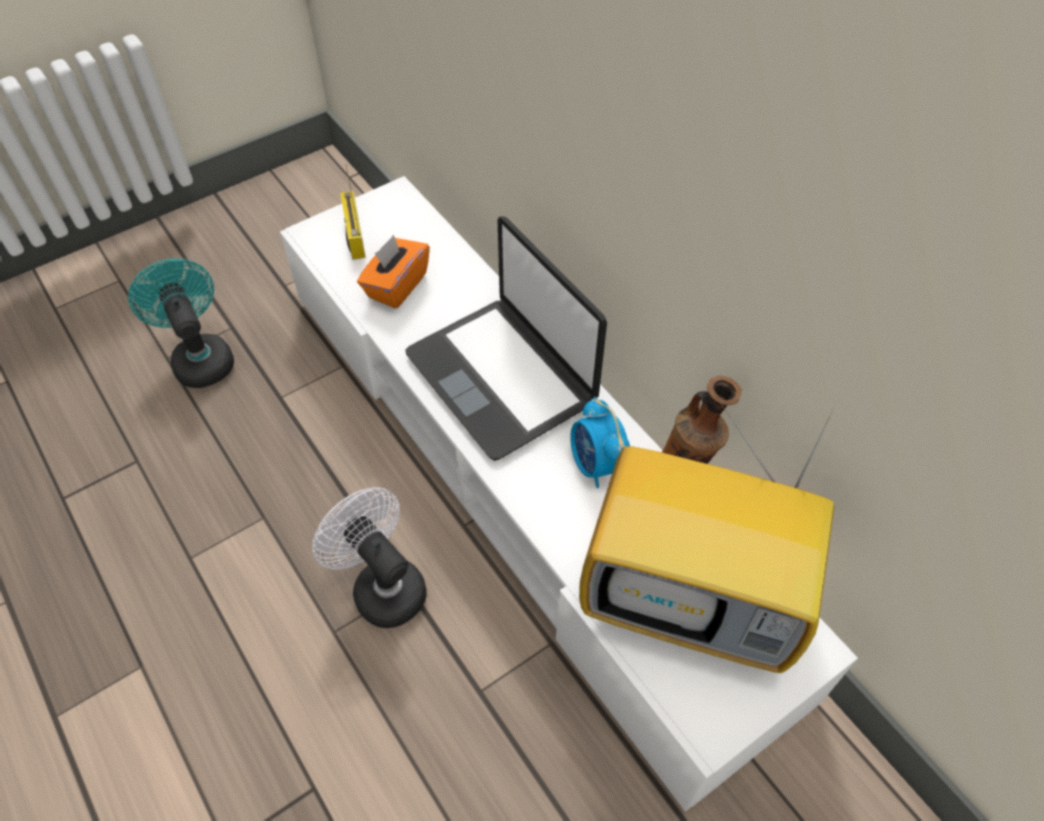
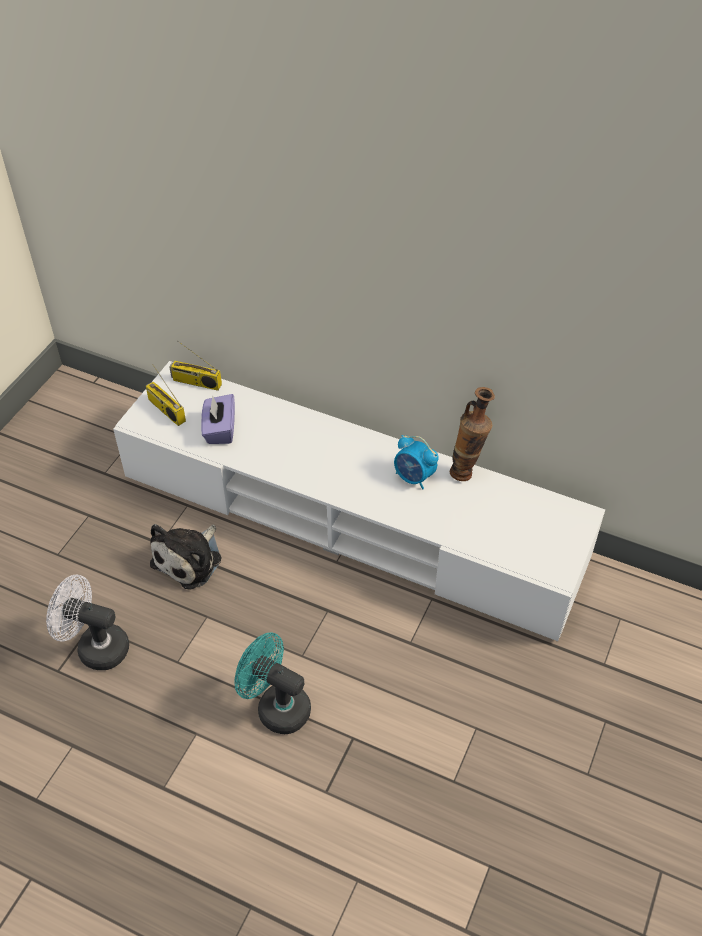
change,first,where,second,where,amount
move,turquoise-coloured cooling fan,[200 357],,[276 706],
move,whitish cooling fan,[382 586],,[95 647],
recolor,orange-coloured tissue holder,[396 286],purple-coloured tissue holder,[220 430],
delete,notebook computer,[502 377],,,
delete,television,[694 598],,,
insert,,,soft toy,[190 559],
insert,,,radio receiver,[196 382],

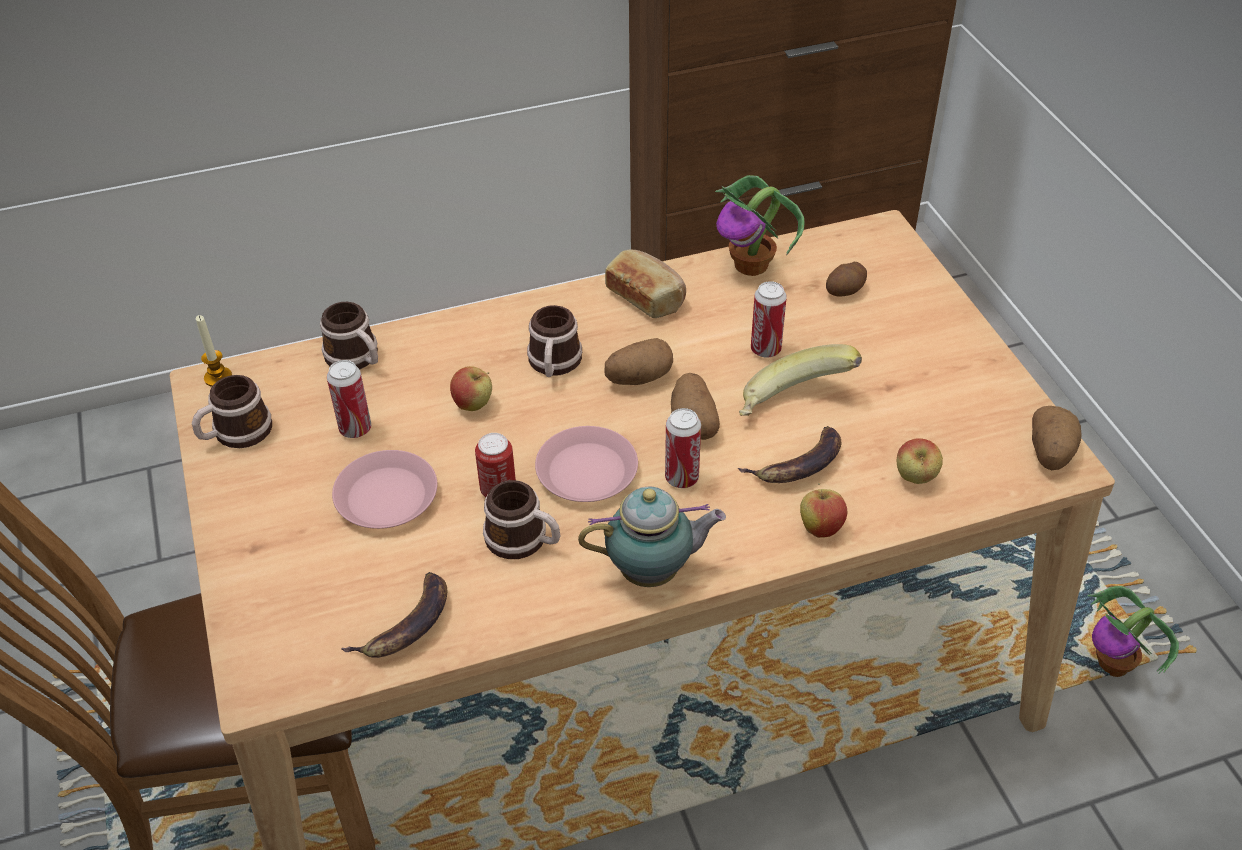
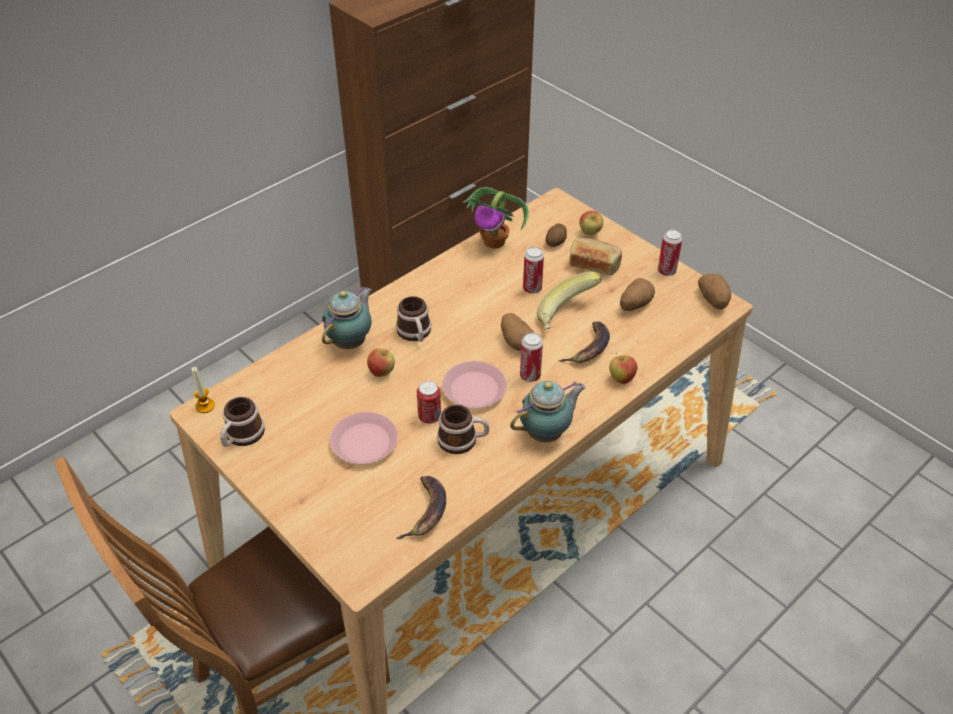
change,first,where,second,where,amount
delete,mug,[356 359],,,
move,sealed can,[355 429],,[666 271],
move,bakery bread,[646 297],,[594 264],
move,potato,[639 378],,[634 304],
move,apple fruit,[915 478],,[590 233],
delete,houseplant,[1114 664],,,
insert,,,tea pot,[351 341],

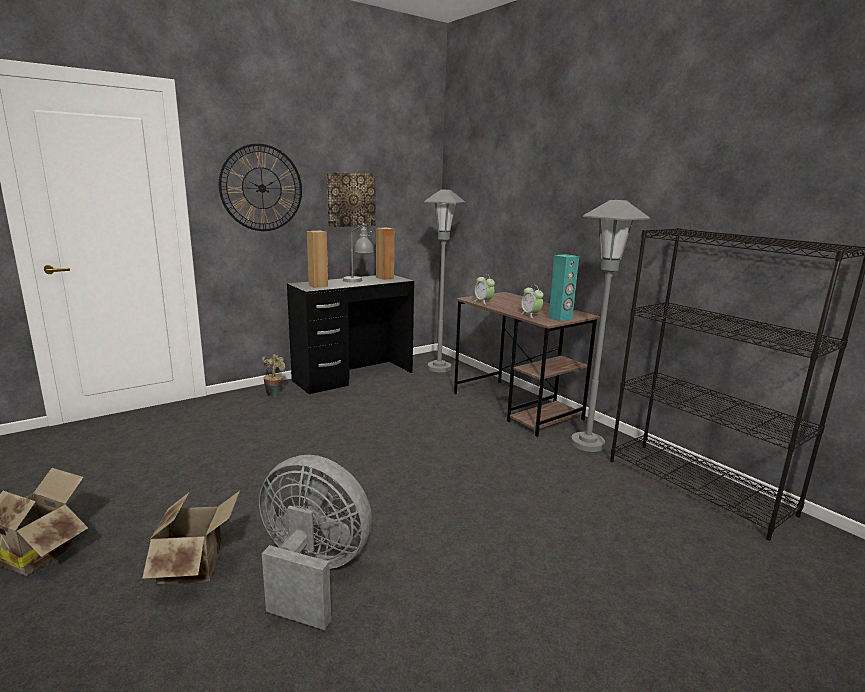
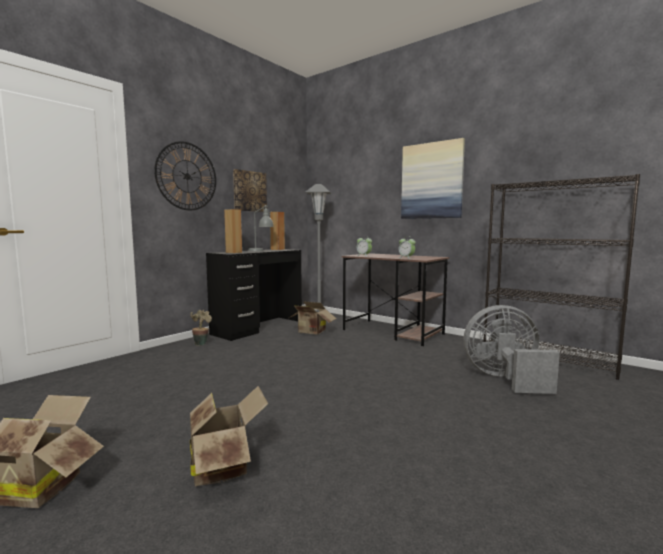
change,first,where,second,where,amount
move,grey cooling fan,[312 573],,[505 379],
delete,turquoise-coloured audio speaker,[560 318],,,
delete,grey standard lamp,[587 444],,,
insert,,,cardboard box,[311 332],
insert,,,picture,[432 181],

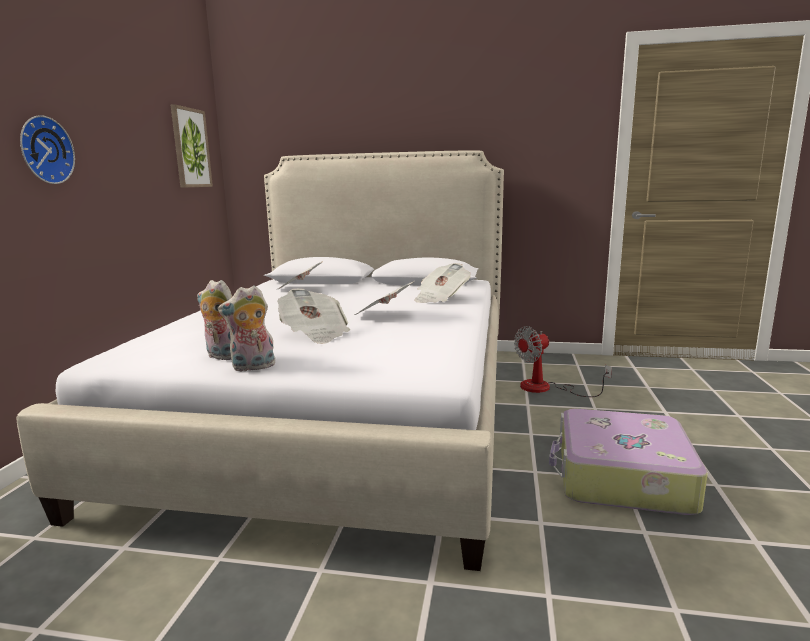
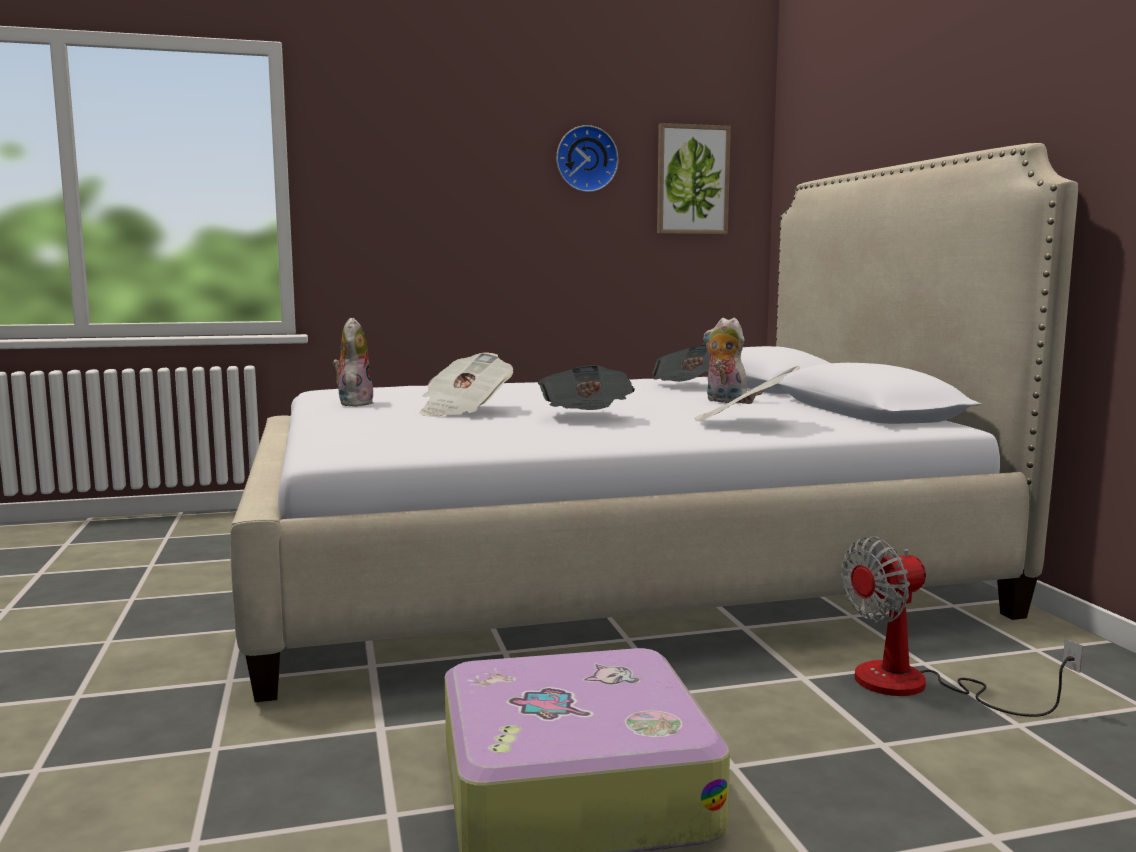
change,first,where,second,where,amount
move,clock on the wall,[44 150],,[586 159],
move,soft toy,[253 367],,[723 401],
rotate,cooling fan,[546 388],,[918 686],60 degrees counterclockwise

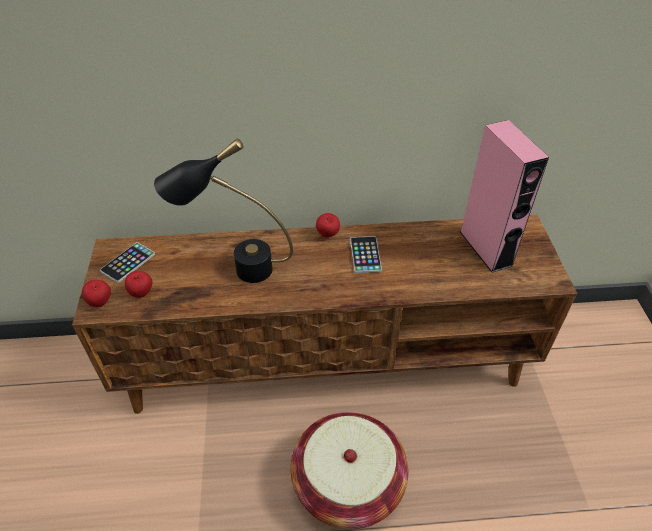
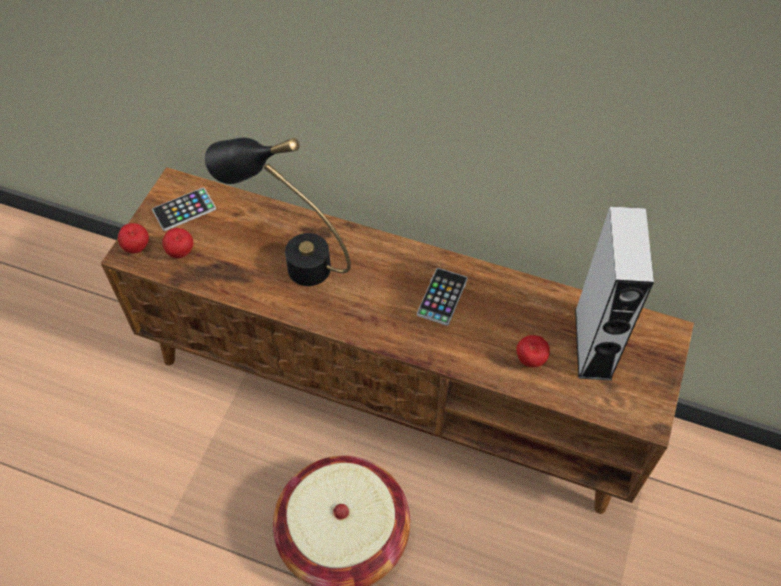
change,first,where,second,where,amount
move,apple fruit,[327 235],,[530 361],
recolor,pink audio speaker,[485 248],grey audio speaker,[593 343],

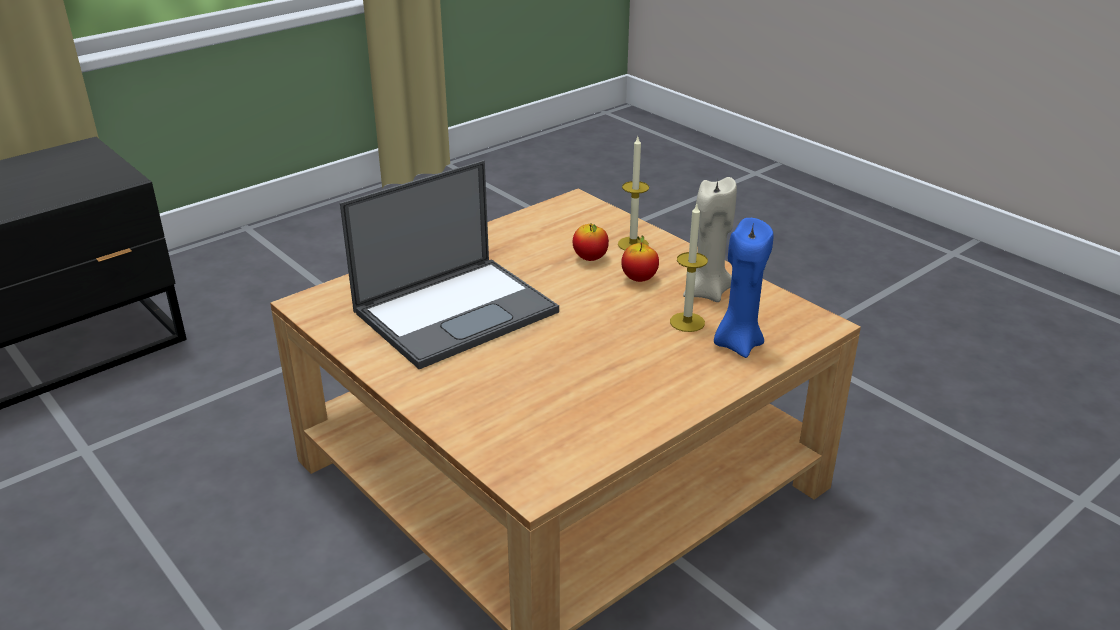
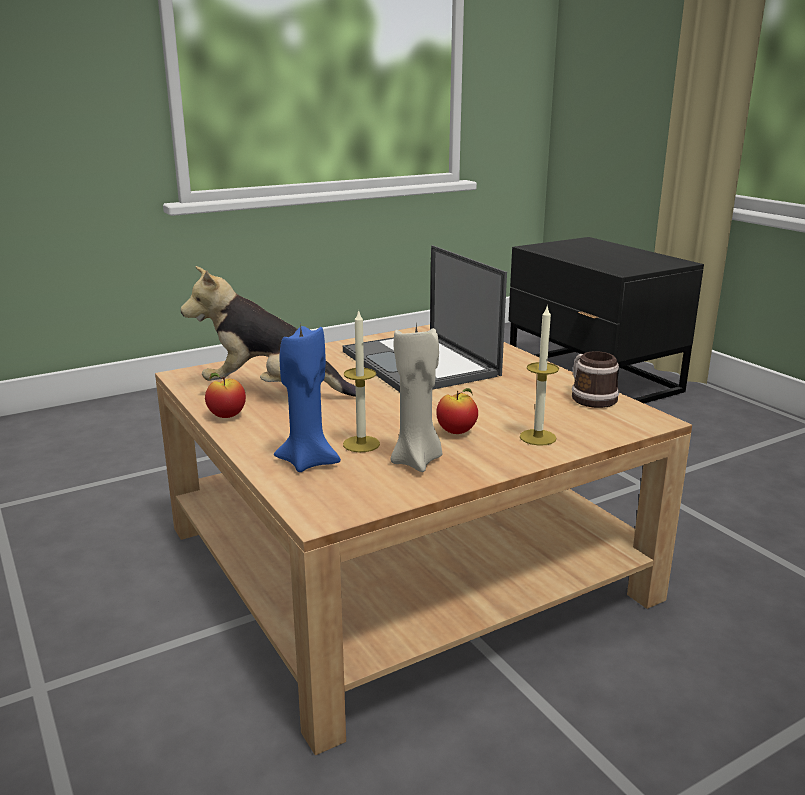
change,first,where,second,where,amount
move,apple fruit,[590 258],,[227 416],
insert,,,soft toy,[271 393],
insert,,,mug,[590 397],

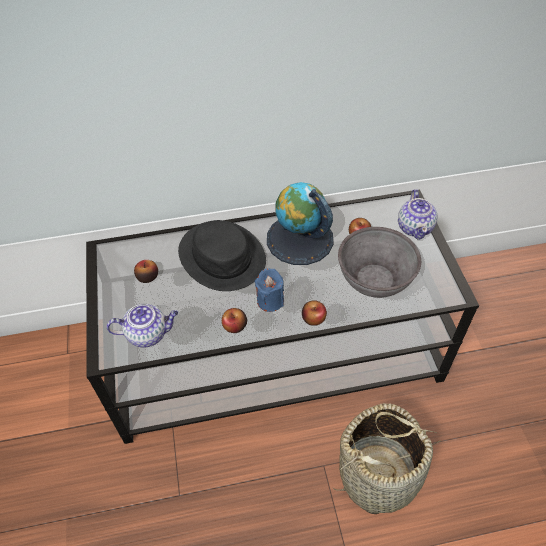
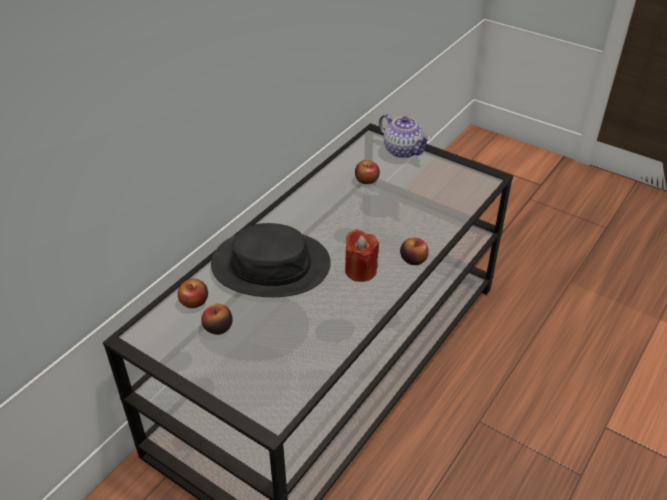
change,first,where,second,where,amount
delete,tea pot,[148 334],,,
move,apple fruit,[235 326],,[194 301],
recolor,bluish wax candle,[270 300],reddish wax candle,[360 271],
delete,desk globe,[299 239],,,
delete,basket,[379 474],,,
delete,grey bowl,[374 279],,,

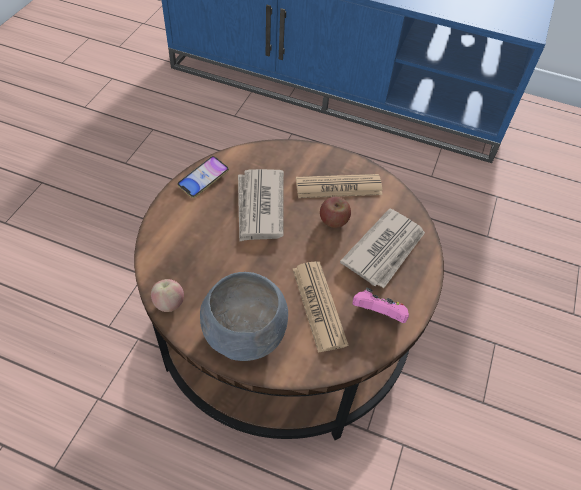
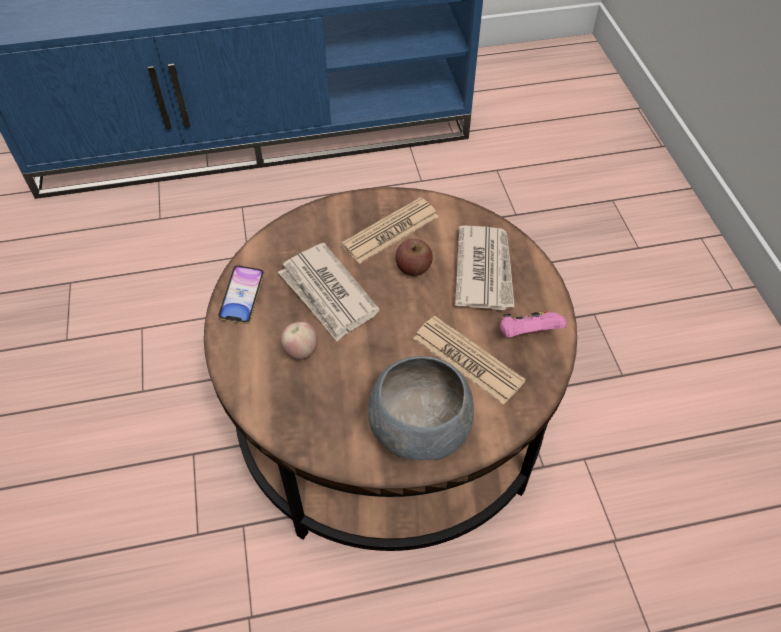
change,first,where,second,where,amount
move,apple fruit,[169 304],,[301 351],

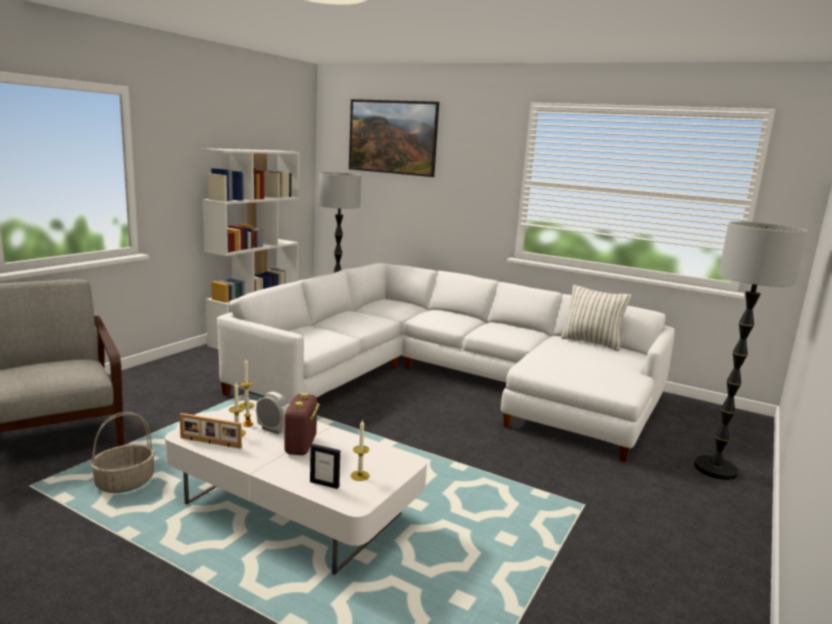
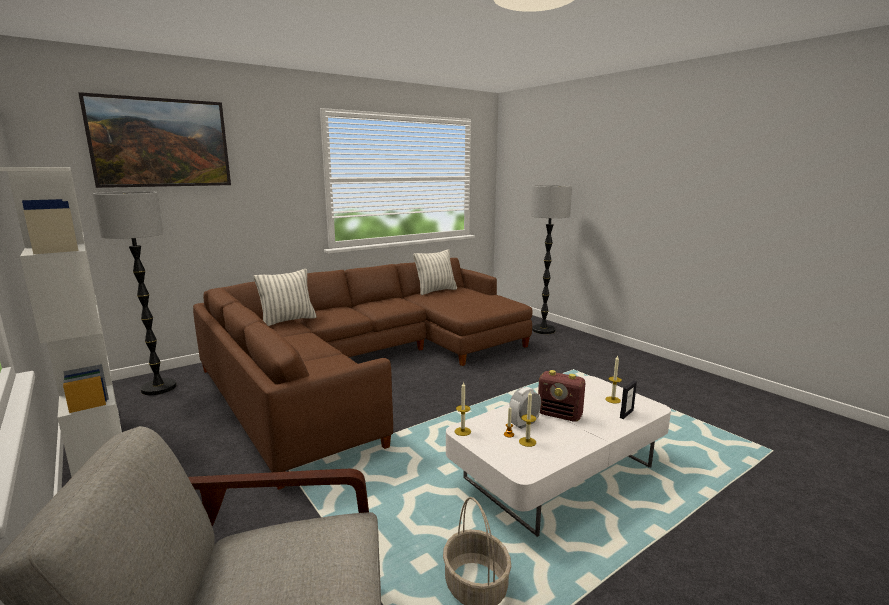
change,first,where,second,where,amount
delete,standing frame,[210 443],,,
recolor,whitish settee,[449 382],brown settee,[367 365],
insert,,,pillow,[288 320],

